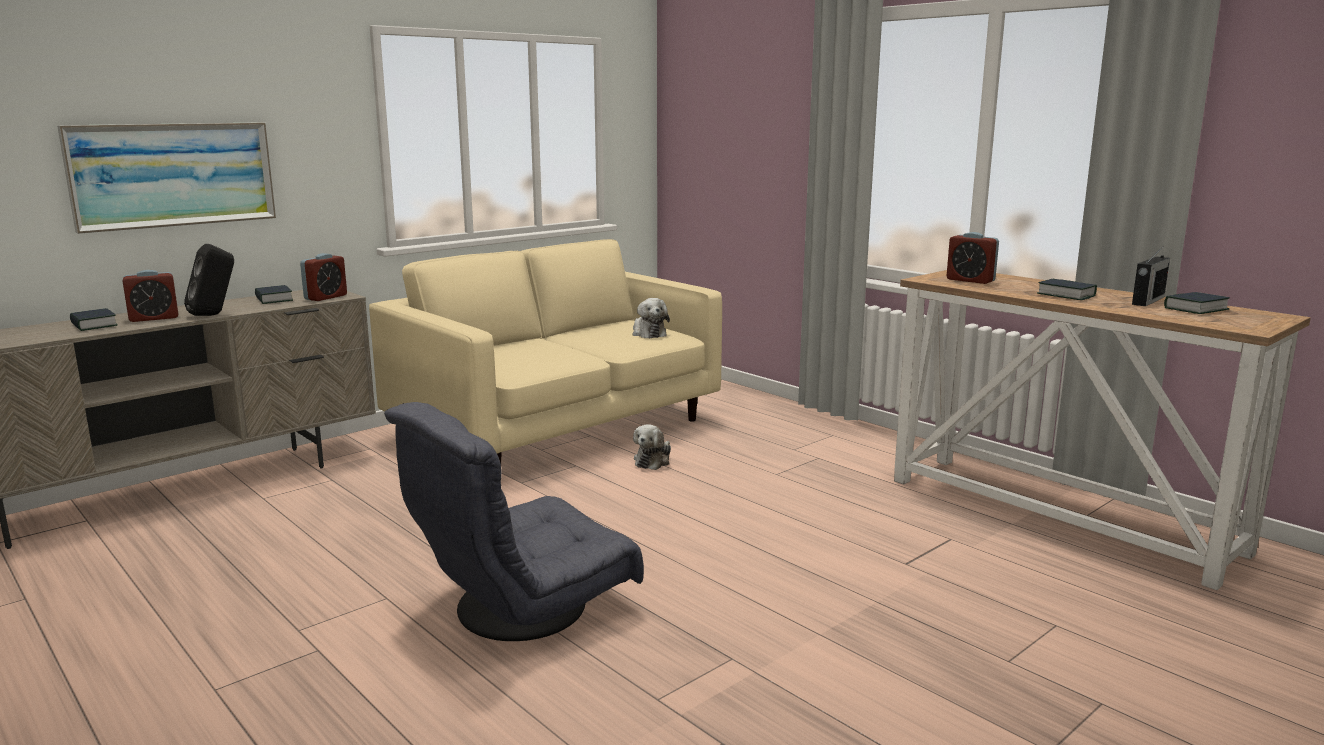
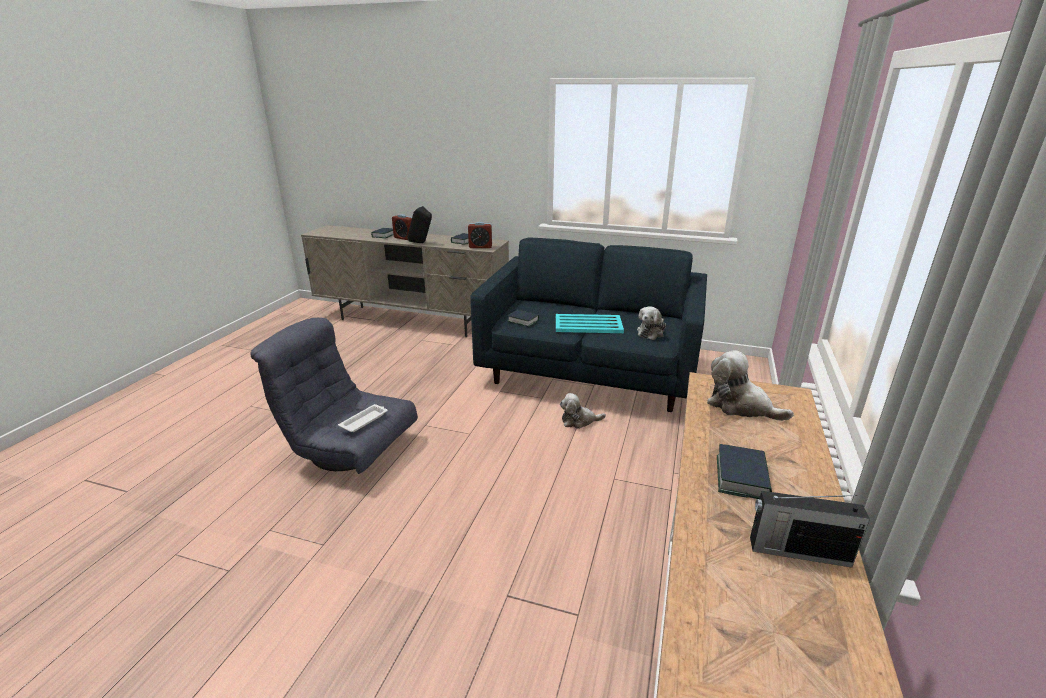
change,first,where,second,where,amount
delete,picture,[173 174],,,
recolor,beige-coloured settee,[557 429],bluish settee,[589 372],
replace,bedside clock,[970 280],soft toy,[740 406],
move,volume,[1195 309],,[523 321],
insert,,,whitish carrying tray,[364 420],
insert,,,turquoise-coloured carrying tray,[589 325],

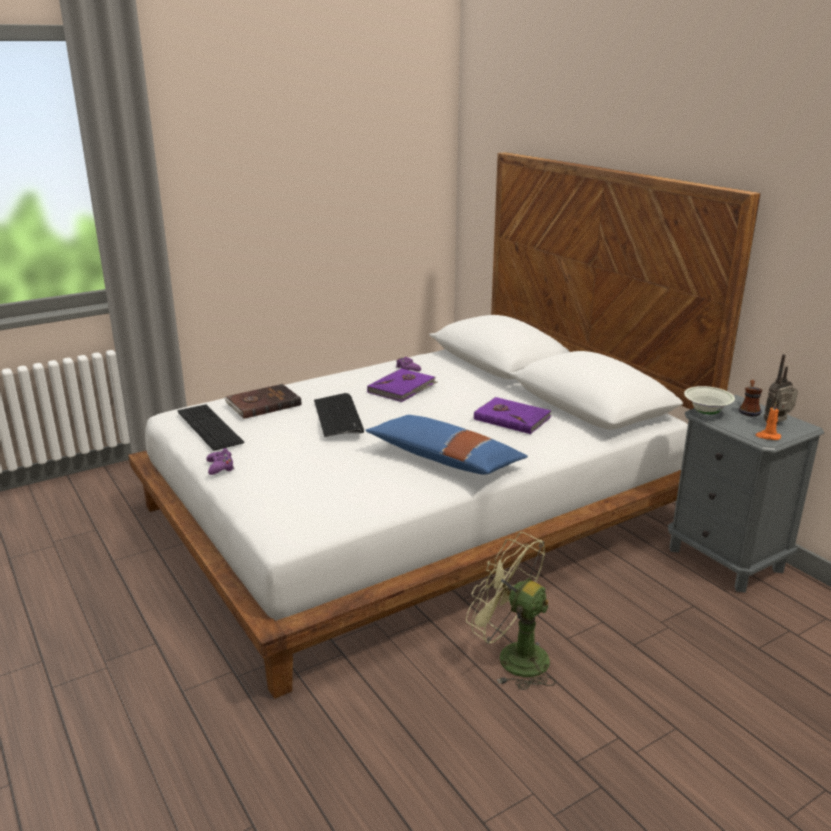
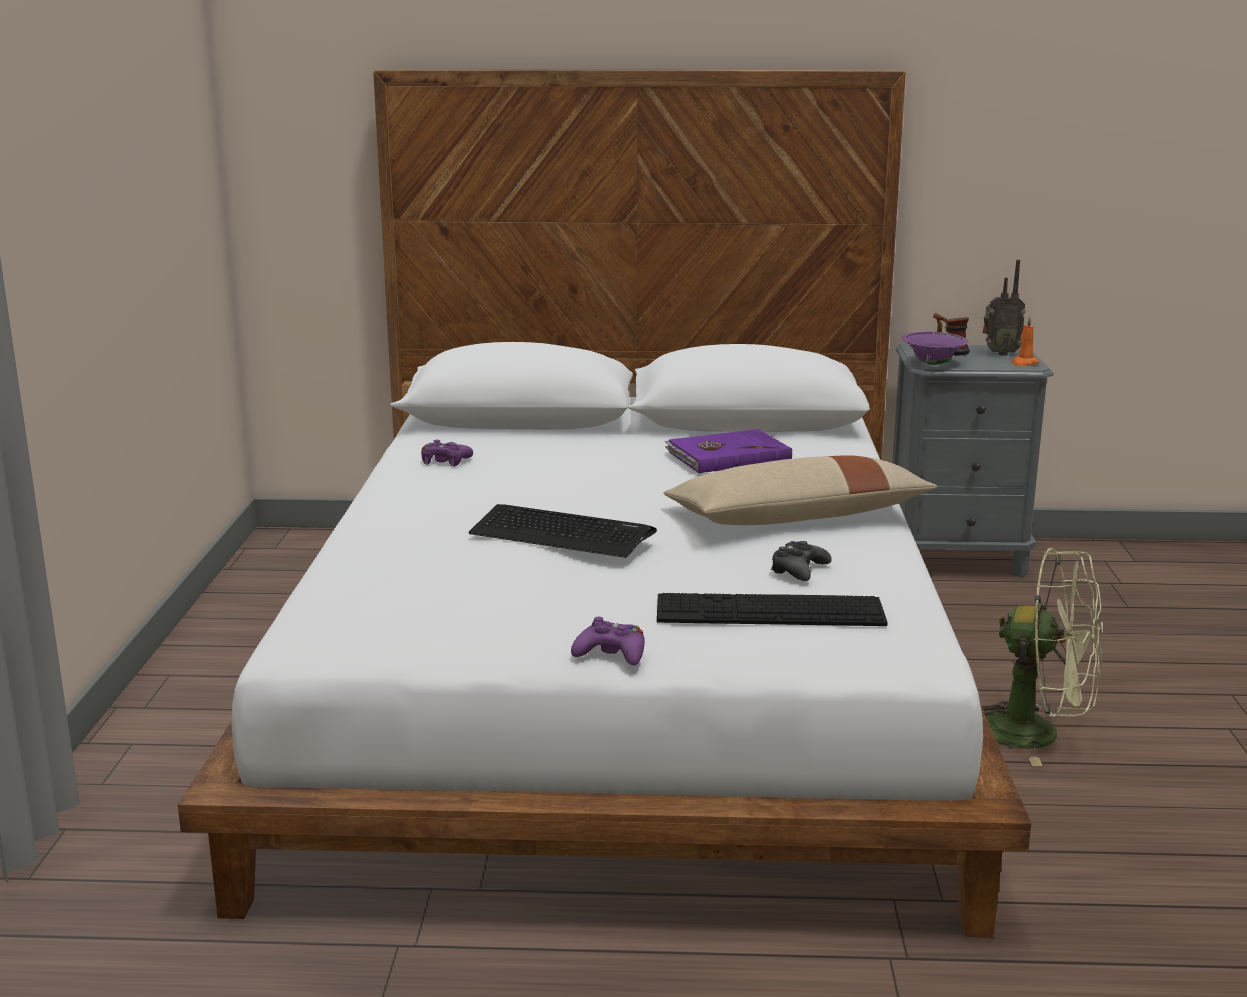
change,first,where,second,where,amount
move,keyboard,[209 427],,[769 611],
delete,brown volume,[262 404],,,
recolor,bluish pillow,[444 459],beige-coloured pillow,[798 518],
delete,purple-coloured volume,[403 388],,,
rotate,green-coloured cooling fan,[512 657],,[1038 734],135 degrees counterclockwise
recolor,whitish bowl,[706 412],purple-coloured bowl,[932 363],
rotate,radio receiver,[777 424],,[999 353],90 degrees counterclockwise
insert,,,black-coloured gamepad,[799 570],

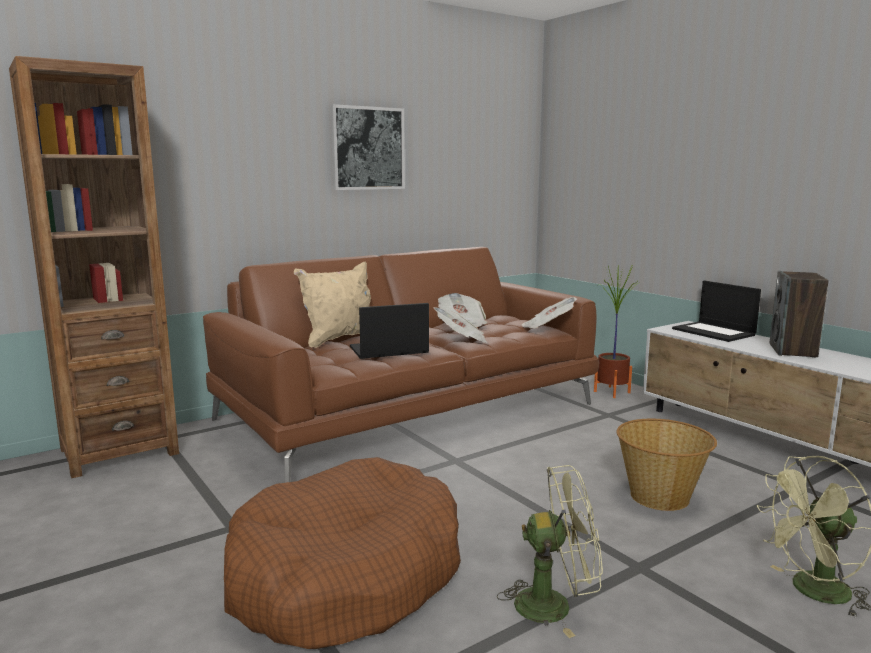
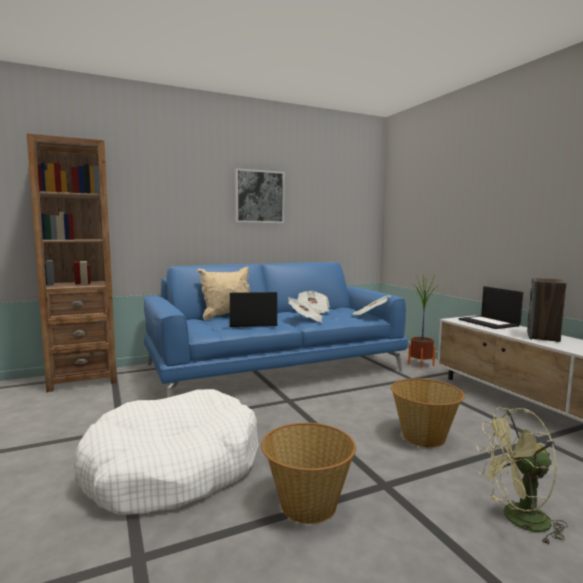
change,first,where,second,where,amount
recolor,brown settee,[411 412],bluish settee,[275 368],
recolor,brown dog bed,[345 576],whitish dog bed,[173 468],
replace,green-coloured cooling fan,[554 604],basket,[307 505],

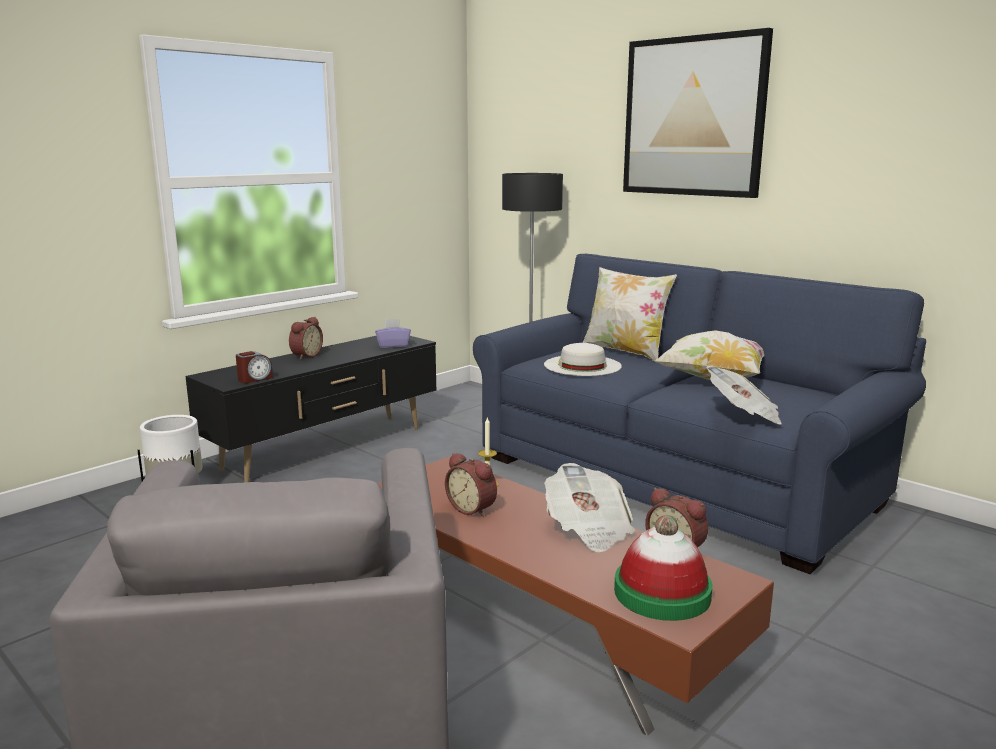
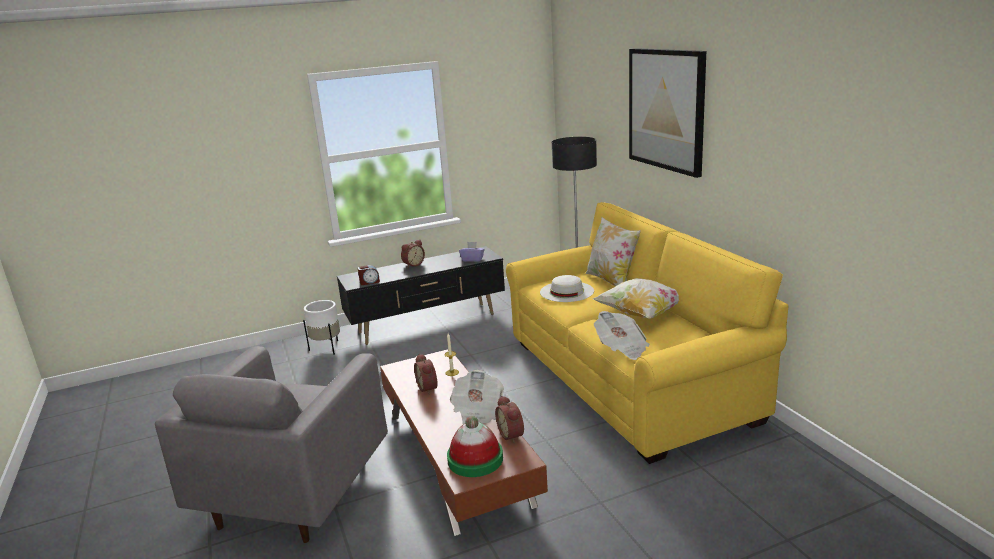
change,first,where,second,where,amount
recolor,bluish settee,[674 481],yellow-coloured settee,[627 379],

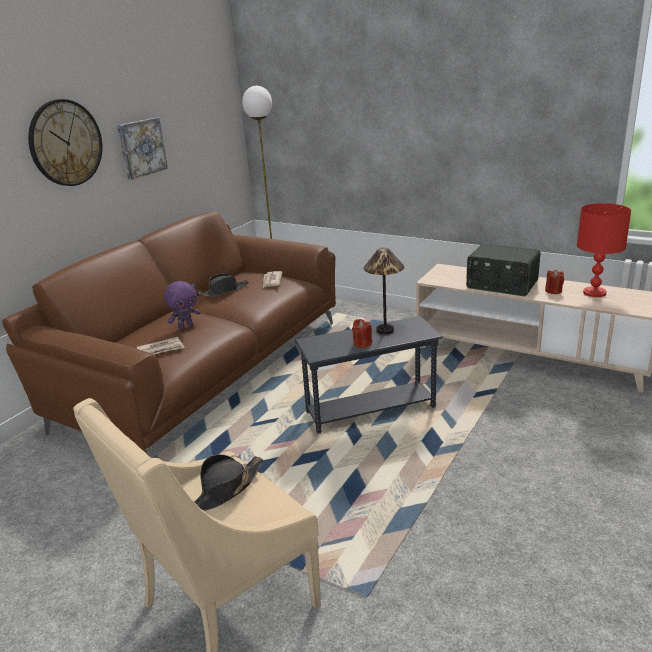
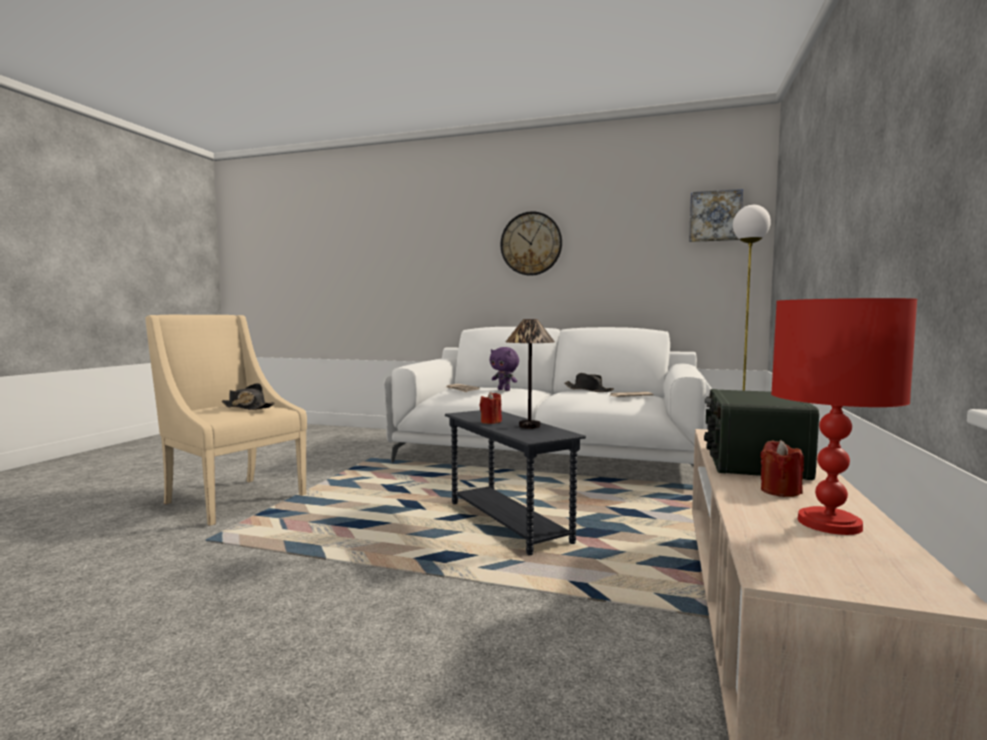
change,first,where,second,where,amount
recolor,brown settee,[204 370],whitish settee,[550 457],
move,picture,[141 147],,[715 216],

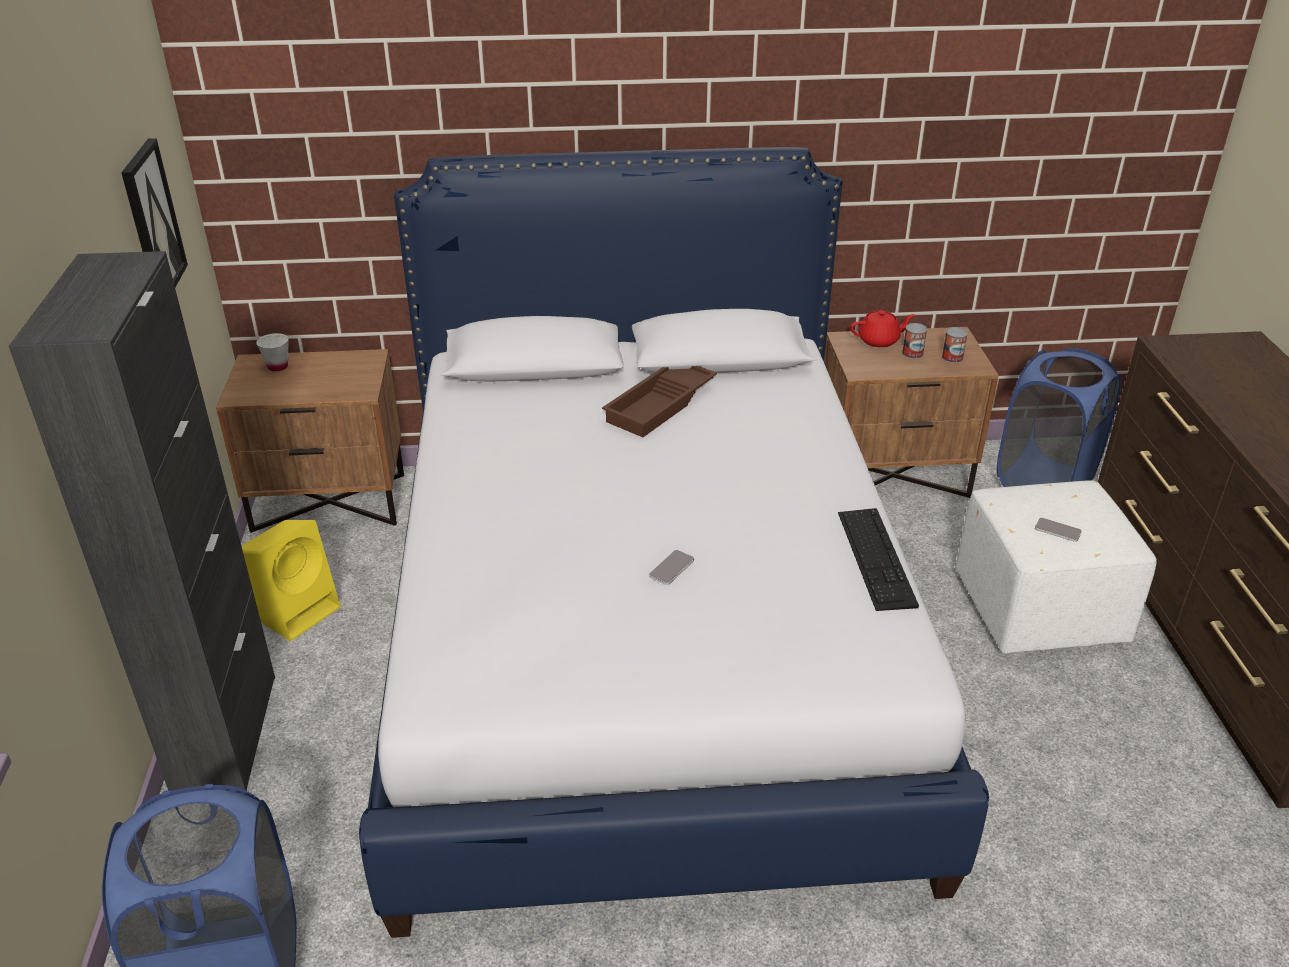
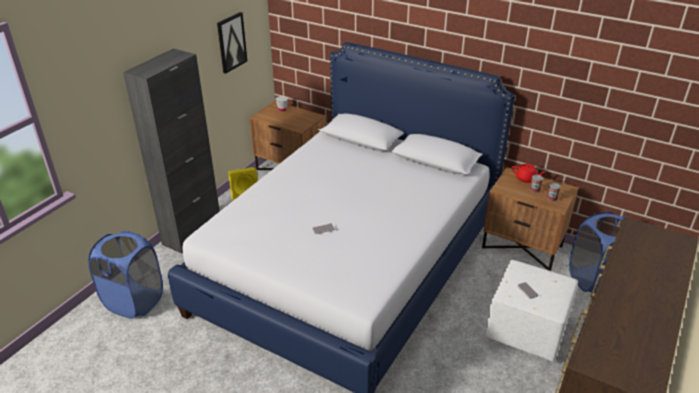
change,first,where,second,where,amount
delete,brown carrying tray,[661 405],,,
delete,keyboard,[876 558],,,

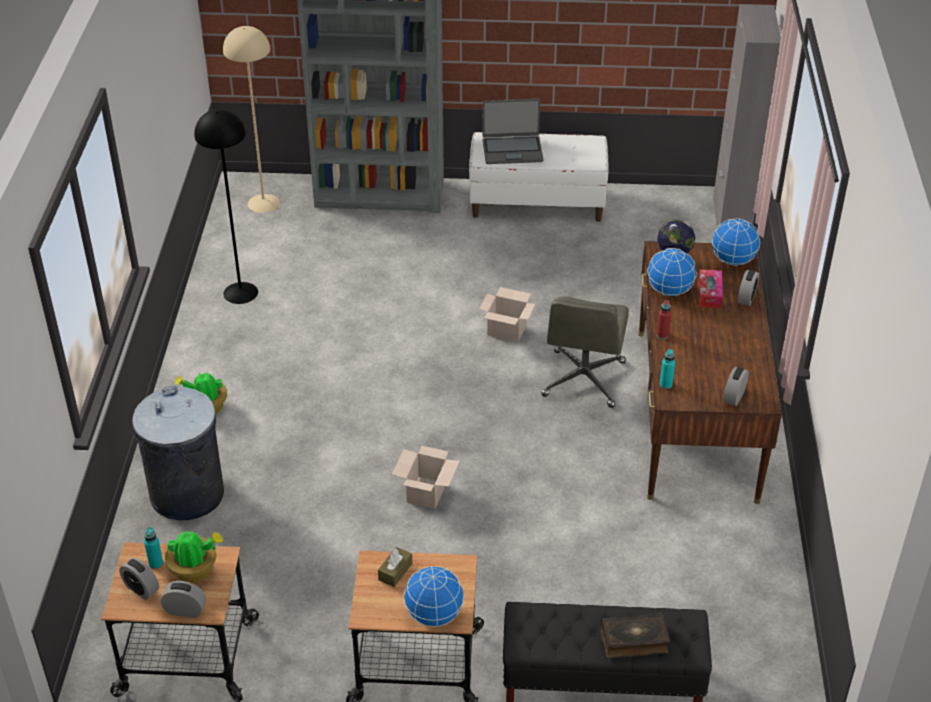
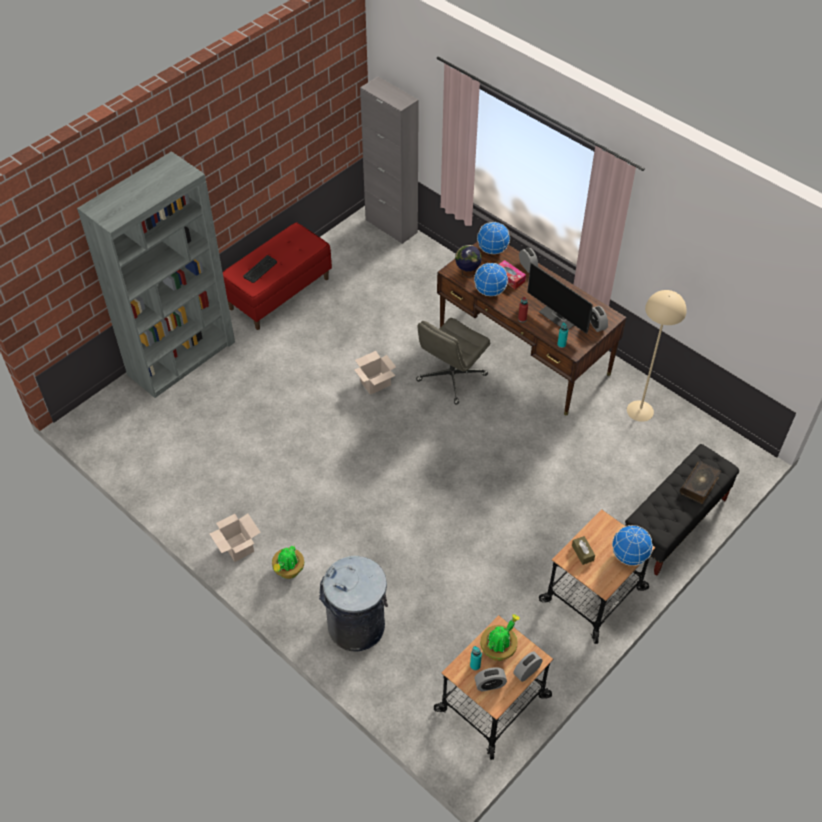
change,first,where,second,where,amount
delete,black-coloured standard lamp,[241 292],,,
move,beige-coloured standard lamp,[263 203],,[640 411],
move,cardboard box,[426 492],,[237 547],
recolor,whitish bench,[537 203],reddish bench,[279 293],
replace,notebook computer,[512 150],keyboard,[260 269],
rotate,grey computer chair,[583 380],,[451 378],75 degrees clockwise
insert,,,computer screen,[561 317],

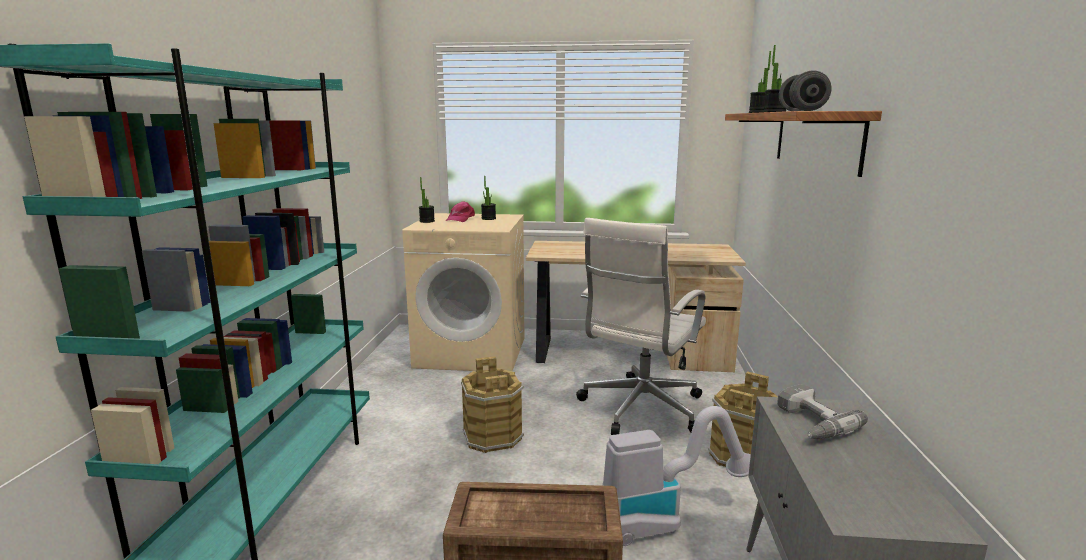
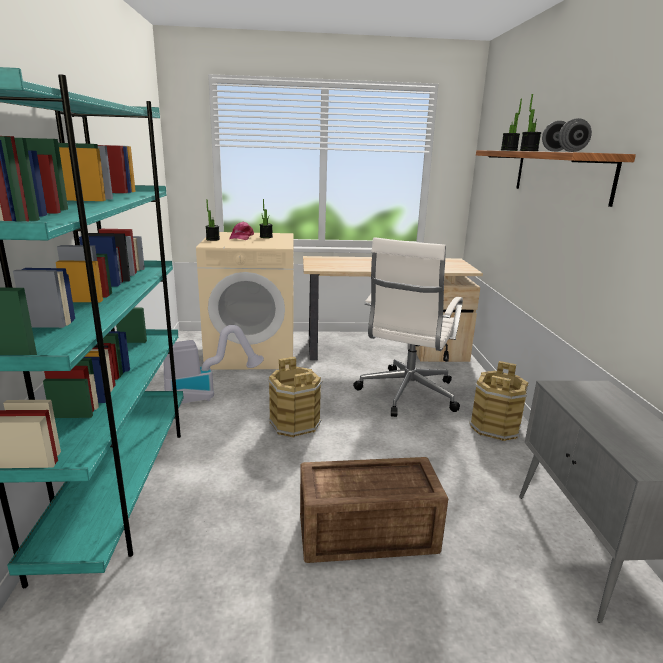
change,first,where,second,where,amount
move,vacuum cleaner,[665 519],,[207 395],
delete,drill,[809 422],,,

